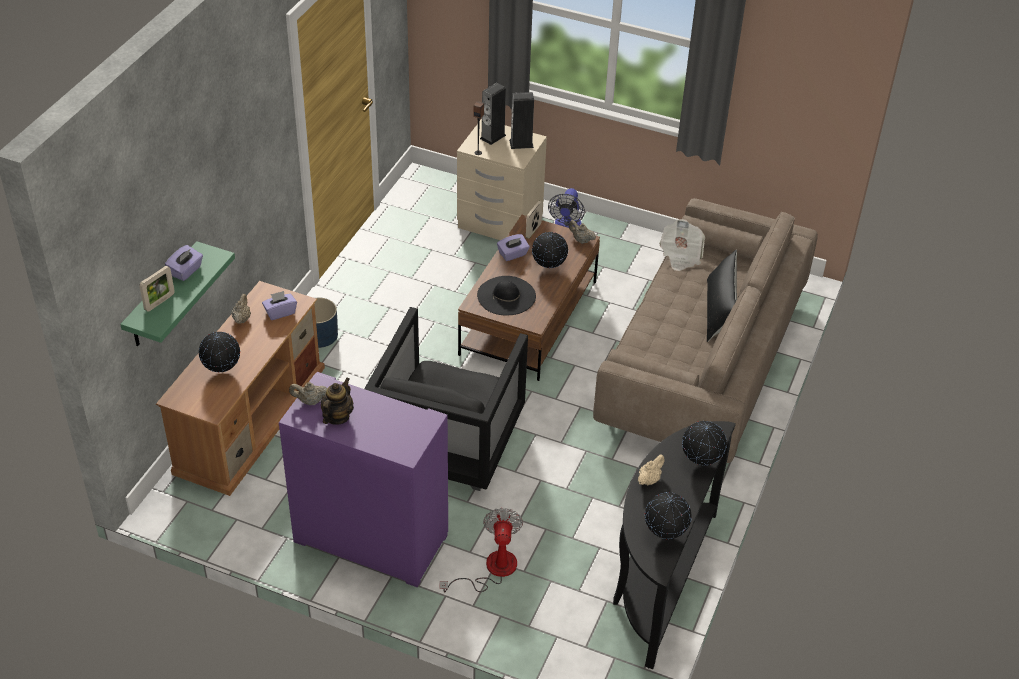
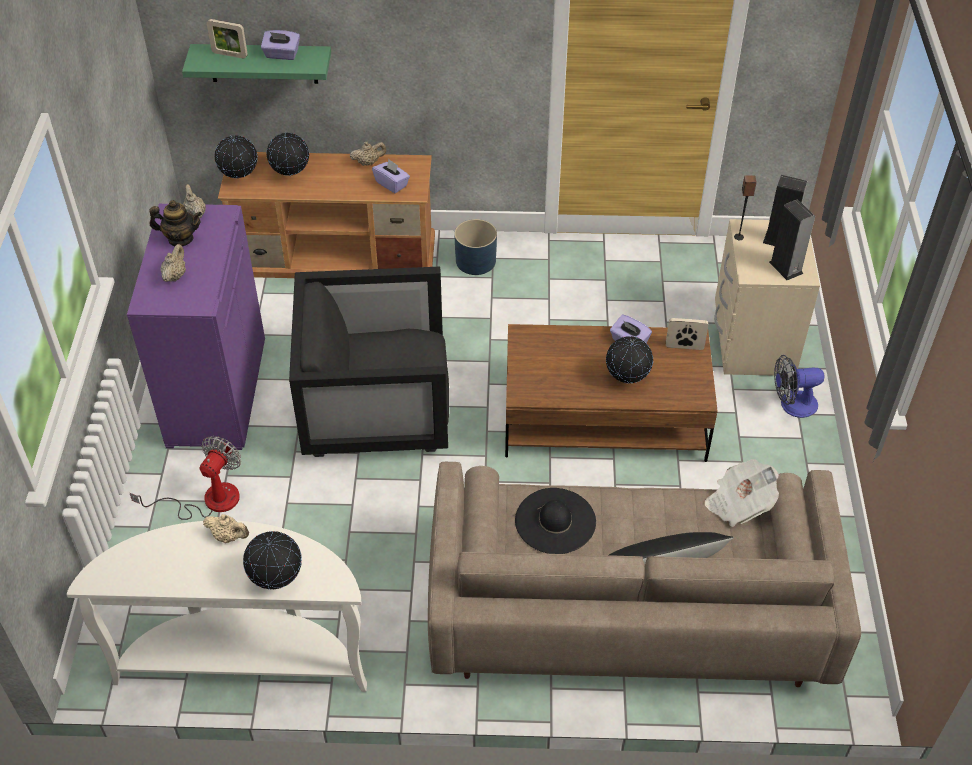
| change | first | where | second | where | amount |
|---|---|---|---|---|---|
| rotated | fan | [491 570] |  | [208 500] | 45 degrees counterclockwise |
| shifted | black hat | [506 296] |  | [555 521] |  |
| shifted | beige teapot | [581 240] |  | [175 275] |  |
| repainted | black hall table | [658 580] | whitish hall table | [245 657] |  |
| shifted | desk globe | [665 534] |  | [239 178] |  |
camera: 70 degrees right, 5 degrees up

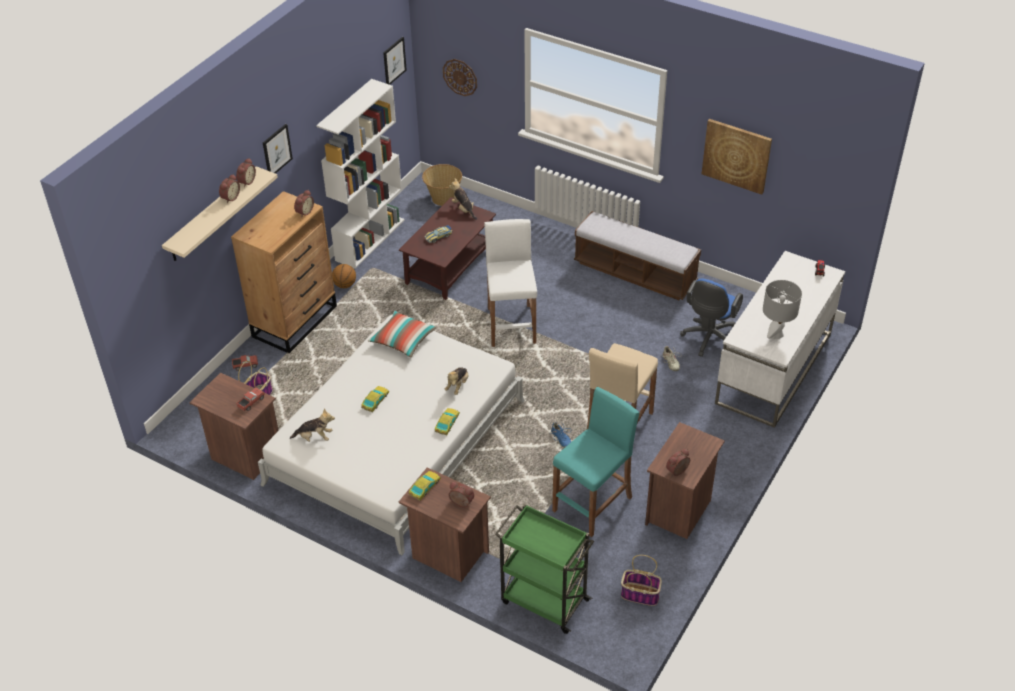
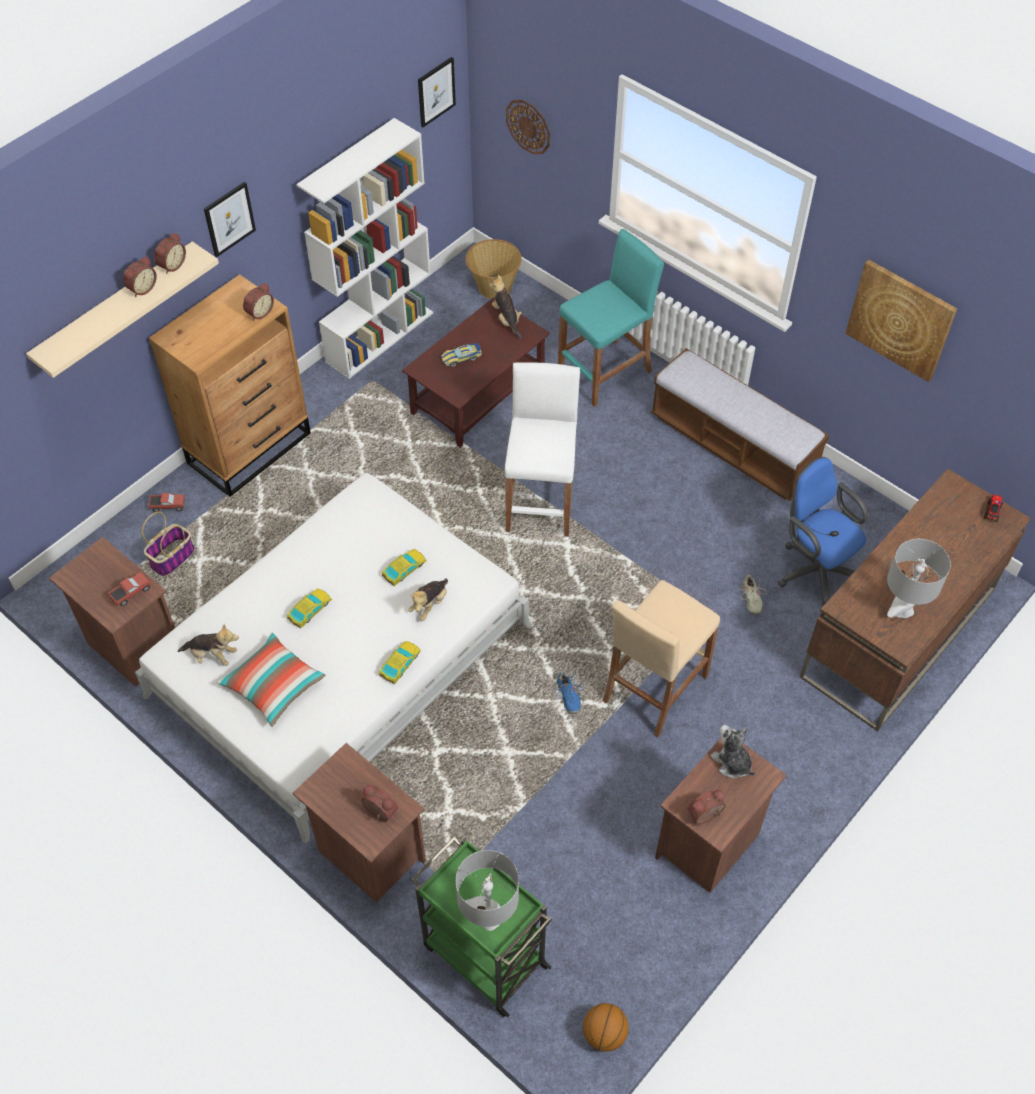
| change | first | where | second | where | amount |
|---|---|---|---|---|---|
| shifted | basketball ball | [345 285] |  | [604 1034] |  |
| shifted | cushion | [403 340] |  | [273 685] |  |
| shifted | model car | [424 487] |  | [404 569] |  |
| shifted | blue-green sitting stool | [593 504] |  | [605 372] |  |
| gone | basket | [640 594] |  |  |  |
| rotated | blue computer chair | [709 339] |  | [814 570] | 105 degrees clockwise |
| repainted | whitish desk | [773 369] | brown-coloured desk | [897 634] |  |
| new |  |  | greyish lamp for a table | [488 918] |  |
| new |  |  | plush toy | [732 762] |  |
camera: 10 degrees right, 10 degrees up

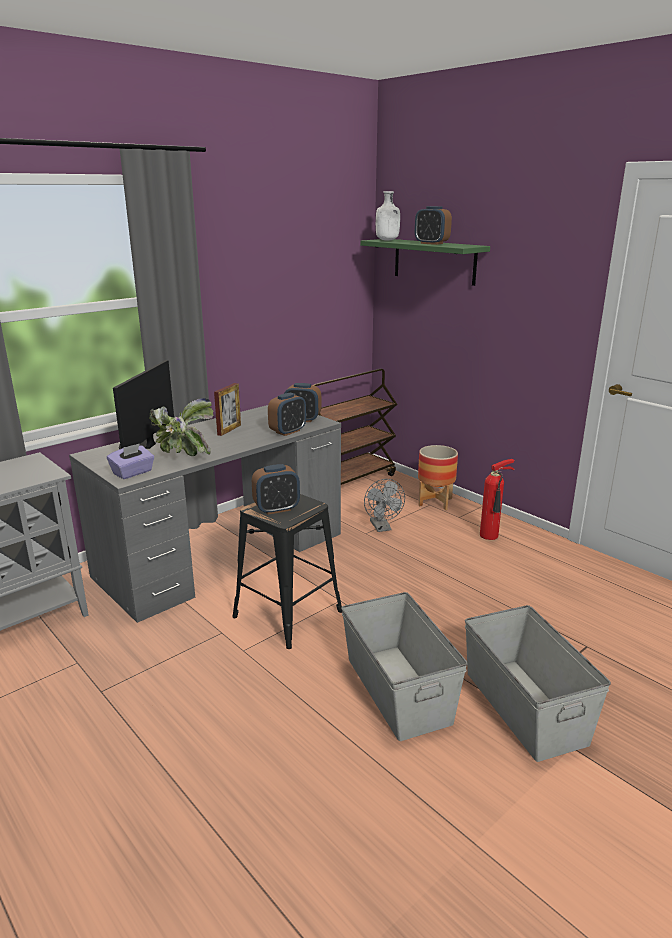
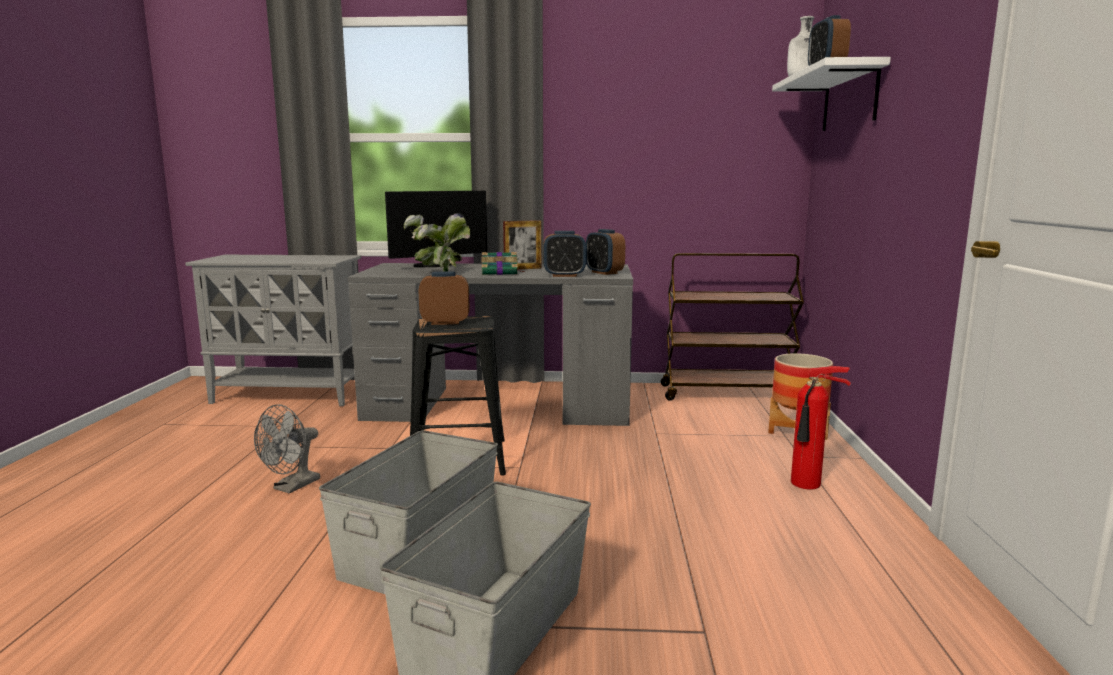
| change | first | where | second | where | amount |
|---|---|---|---|---|---|
| gone | purple box of tissues | [133 473] |  |  |  |
| rotated | table clock | [276 509] |  | [445 322] | 150 degrees clockwise |
| repainted | green wall shelf | [434 261] | whitish wall shelf | [849 99] |  |
| shifted | greyish fan | [382 528] |  | [292 487] |  |
| new |  |  | volume | [500 273] |  |
camera: 45 degrees right, 10 degrees down

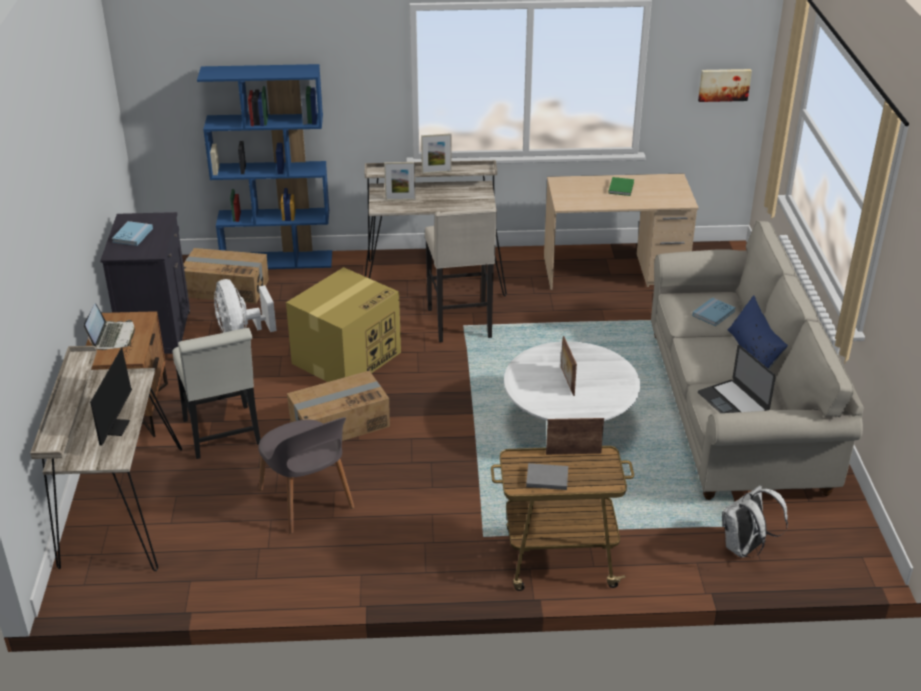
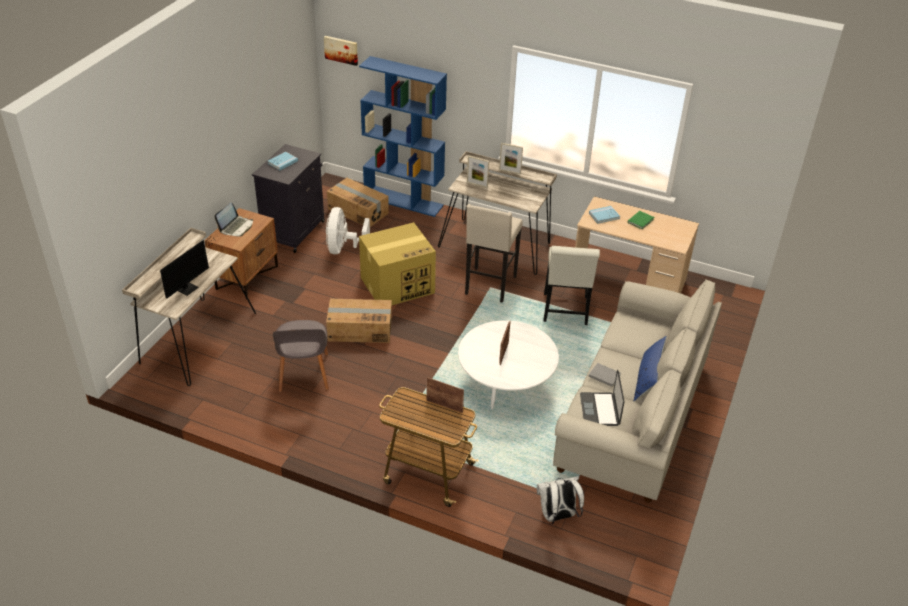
| change | first | where | second | where | amount |
|---|---|---|---|---|---|
| shifted | whitish upright chair | [223 436] |  | [565 312] |  |
| shifted | greyish volume | [546 478] |  | [604 375] |  |
| shifted | blue volume | [713 313] |  | [604 216] |  |
| shifted | wall picture | [724 84] |  | [341 50] |  |
camera: 25 degrees right, 5 degrees up

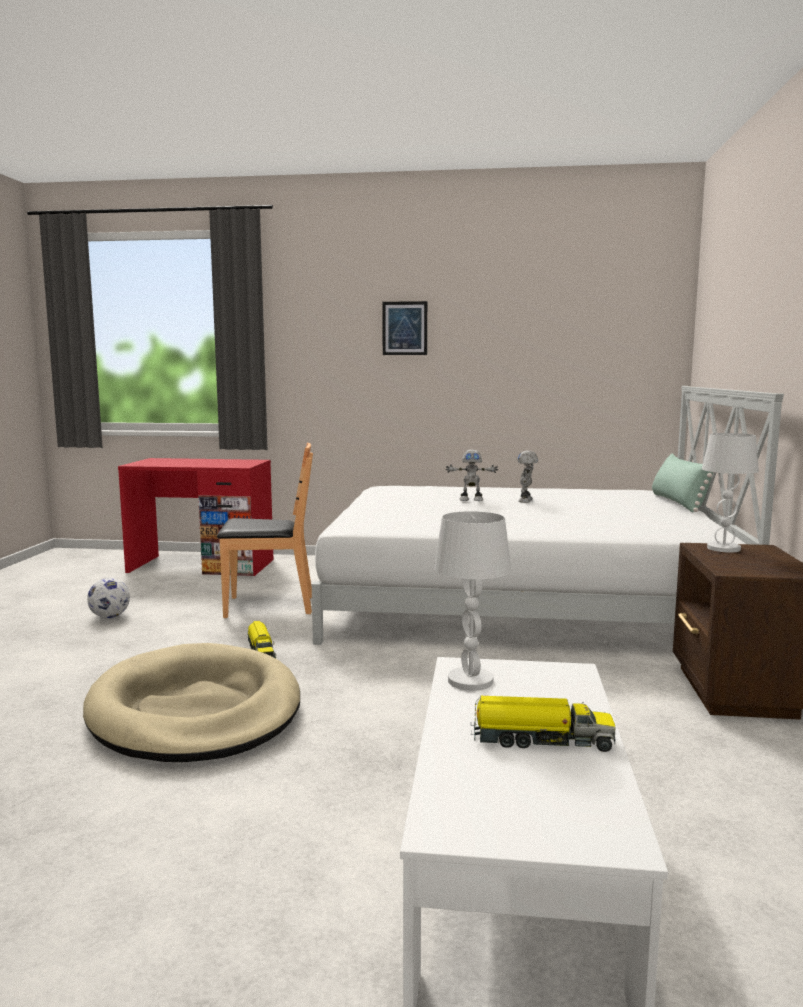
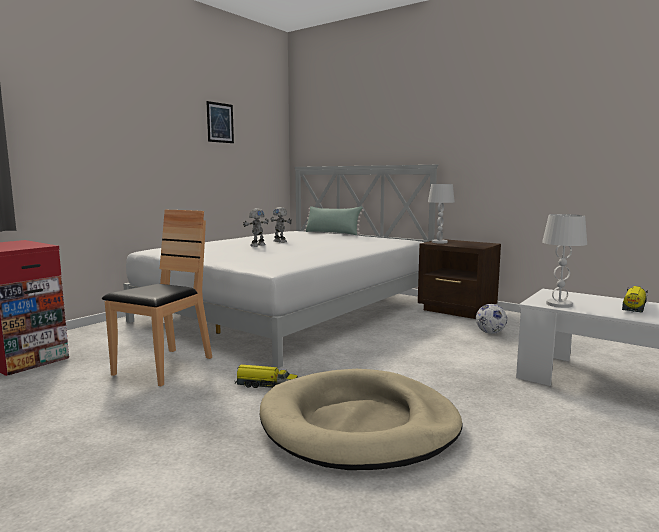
| change | first | where | second | where | amount |
|---|---|---|---|---|---|
| shifted | football ball | [110 617] |  | [490 333] |  |
| shifted | wall picture | [404 328] |  | [220 122] |  |
camera: 60 degrees left, 0 degrees up

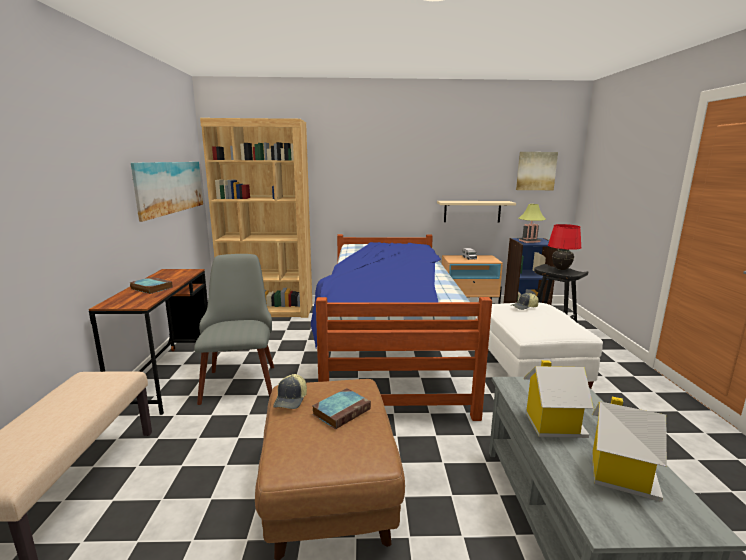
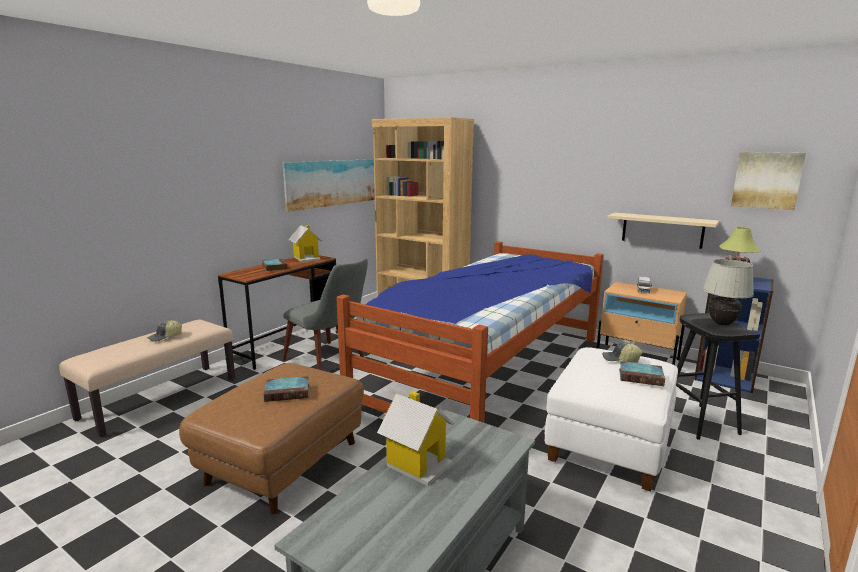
| change | first | where | second | where | amount |
|---|---|---|---|---|---|
| rotated | greyish upright chair | [241 378] |  | [331 360] | 105 degrees clockwise |
| shifted | baseball cap | [291 399] |  | [165 337] |  |
| repainted | red lamp for a table | [561 269] | whitish lamp for a table | [721 323] |  |
| shifted | miniature house | [620 475] |  | [307 258] |  |
| new |  |  | volume | [641 377] |  |
camera: 35 degrees right, 0 degrees up

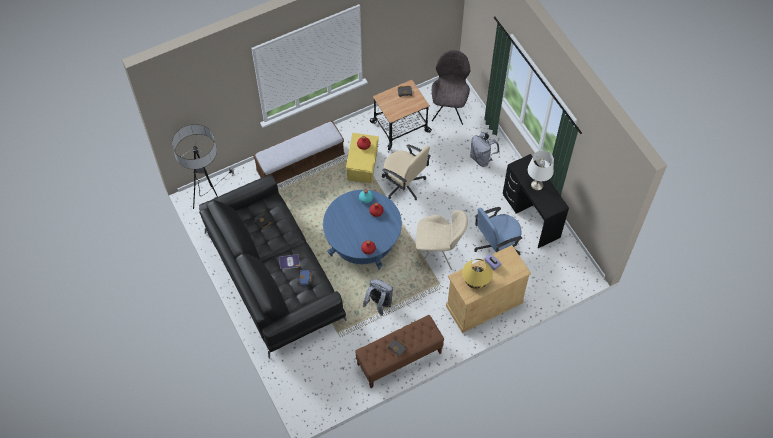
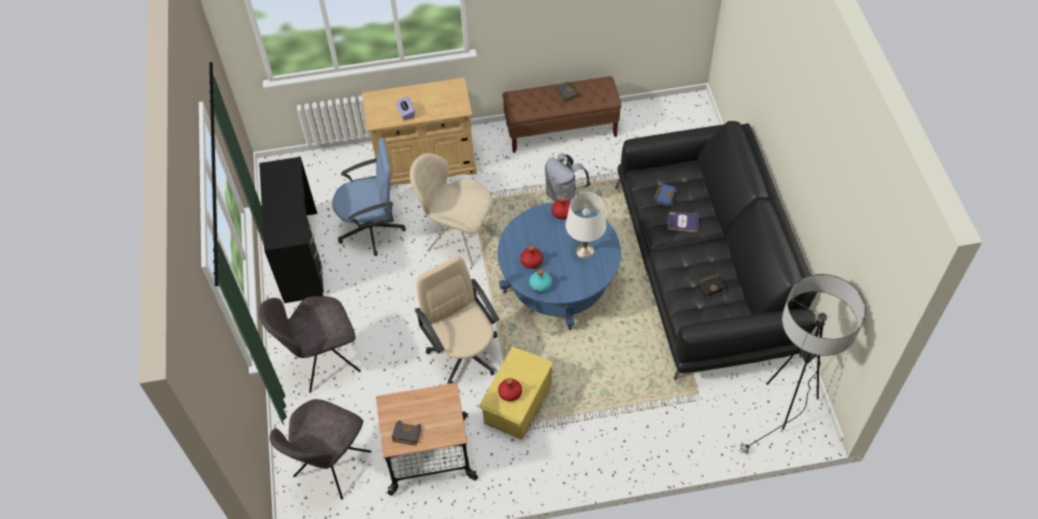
| change | first | where | second | where | amount |
|---|---|---|---|---|---|
| gone | indoor bench | [300 163] |  |  |  |
| gone | yellow lamp for a table | [476 280] |  |  |  |
| swapped | greyish backpack | [482 158] | greyish upright chair | [323 362] |  |
| shifted | whitish lamp for a table | [537 185] |  | [584 250] |  |
camera: 160 degrees left, 5 degrees down

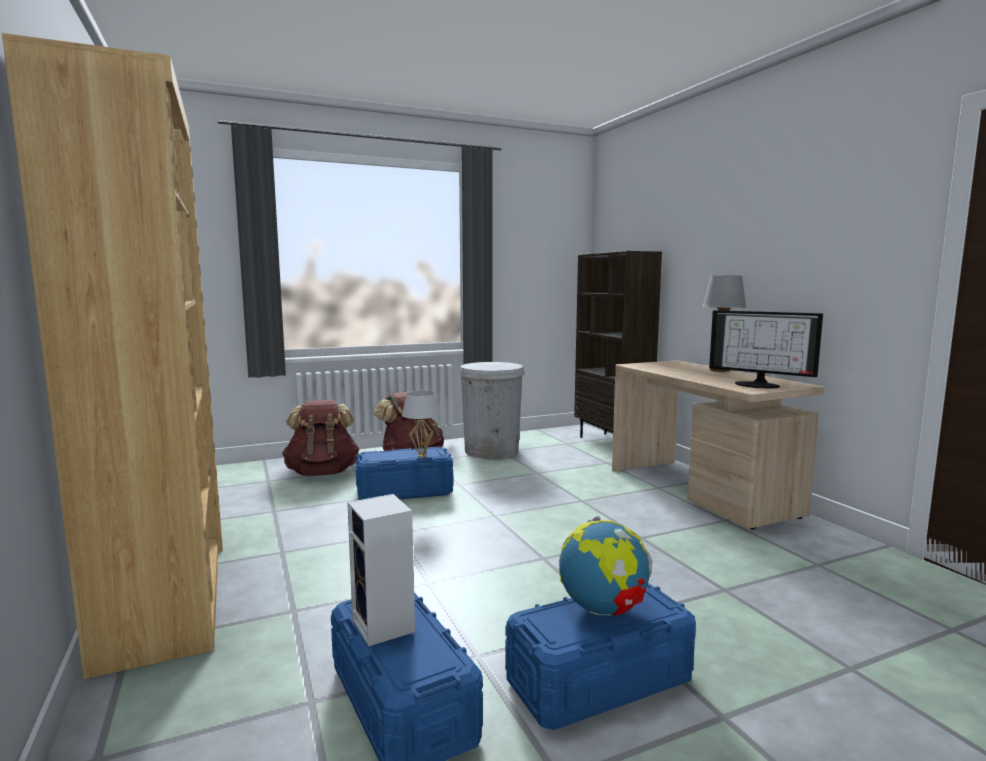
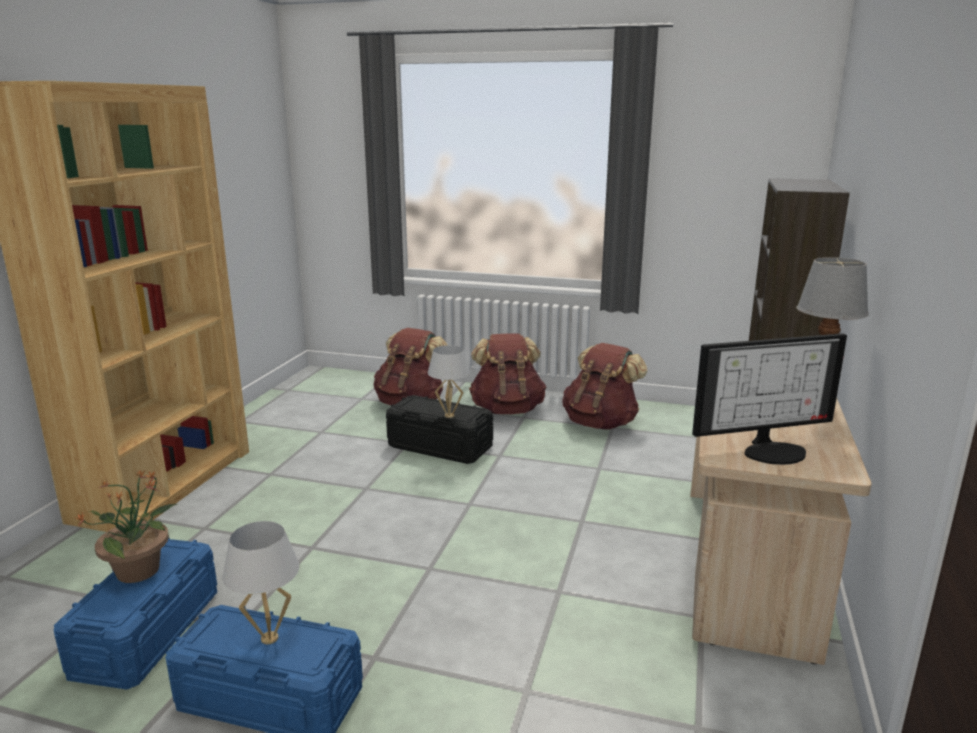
| change | first | where | second | where | amount |
|---|---|---|---|---|---|
| swapped | loudspeaker | [385 626] | plant in a pot | [139 570] |  |
| repainted | blue storage box | [404 491] | black storage box | [440 447] |  |
| swapped | whitish trash can | [491 451] | brown-coloured backpack | [600 423] |  |
| swapped | desk globe | [603 610] | whitish lamp for a table | [269 638] |  |
| rotated | computer screen | [758 384] |  | [772 450] | 90 degrees counterclockwise |
camera: 40 degrees right, 10 degrees up

